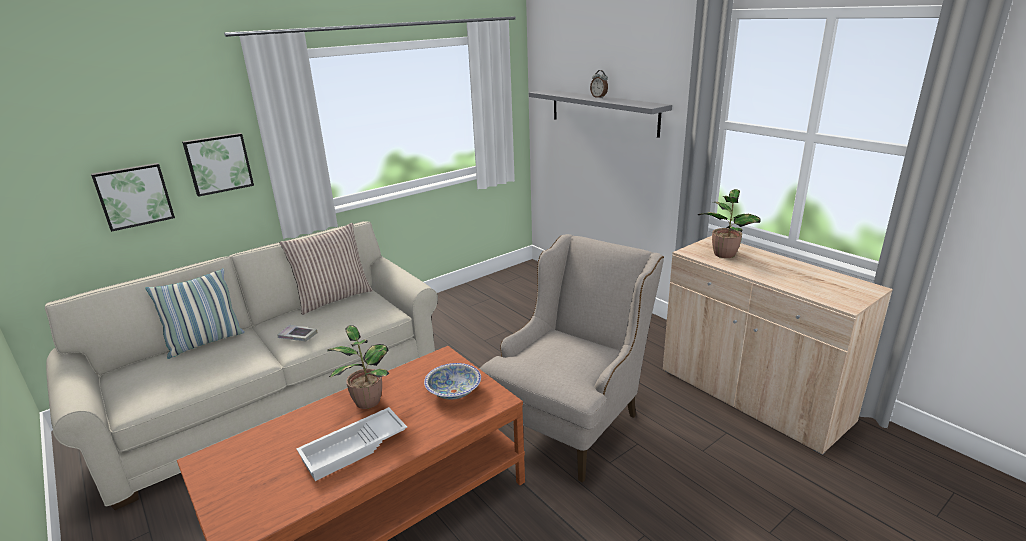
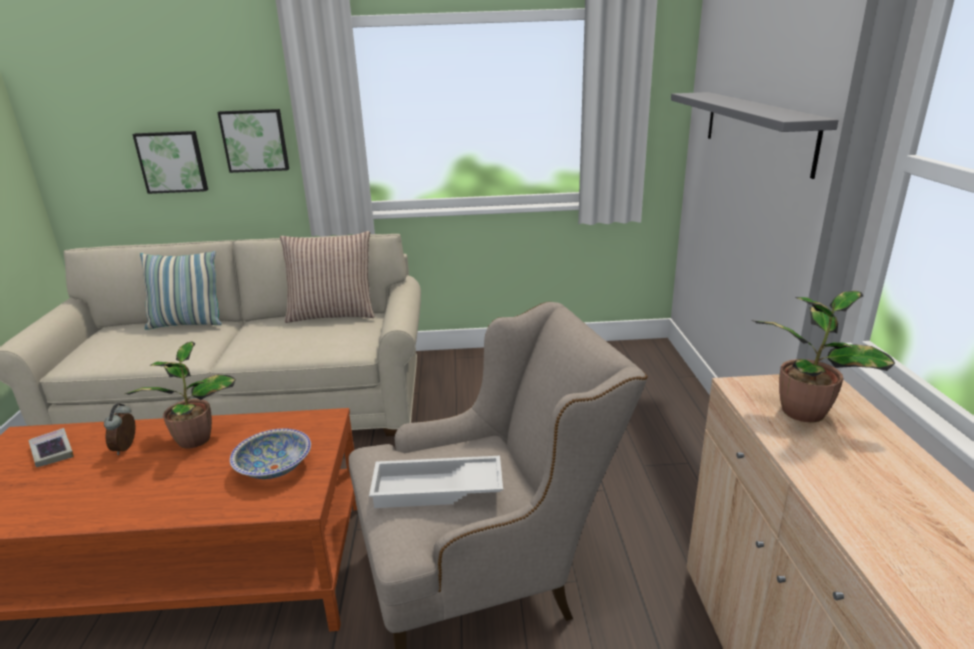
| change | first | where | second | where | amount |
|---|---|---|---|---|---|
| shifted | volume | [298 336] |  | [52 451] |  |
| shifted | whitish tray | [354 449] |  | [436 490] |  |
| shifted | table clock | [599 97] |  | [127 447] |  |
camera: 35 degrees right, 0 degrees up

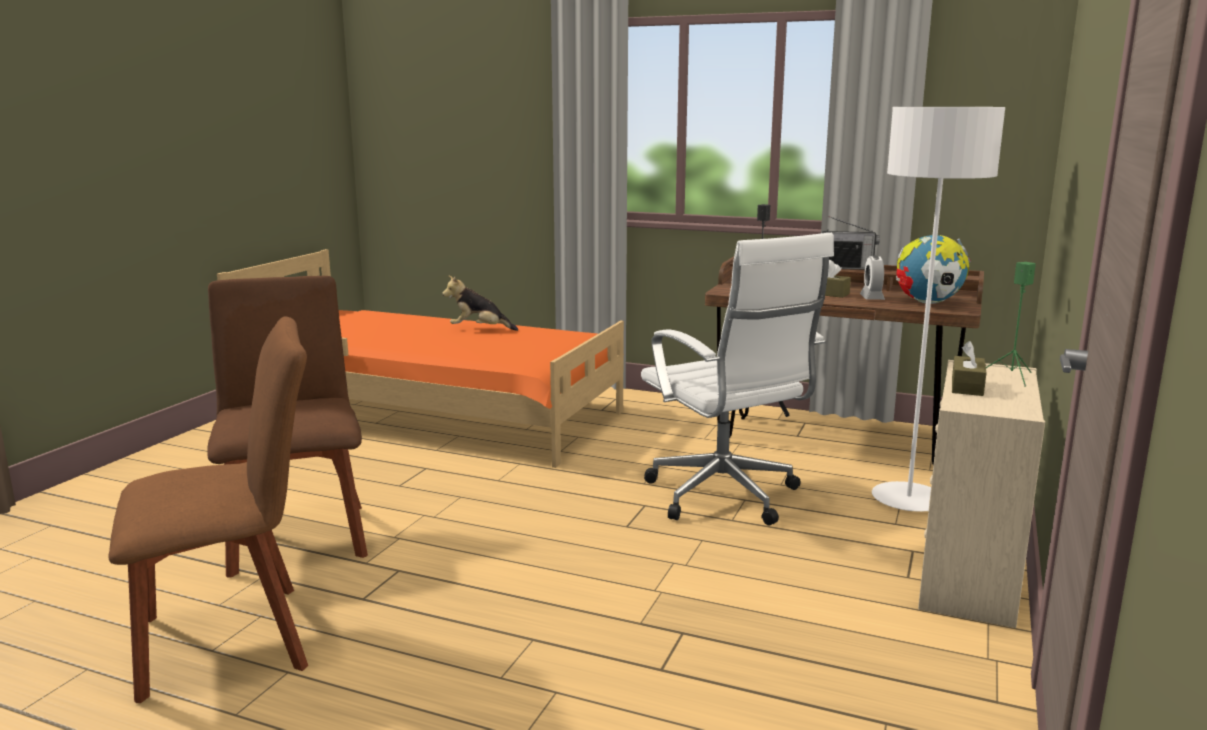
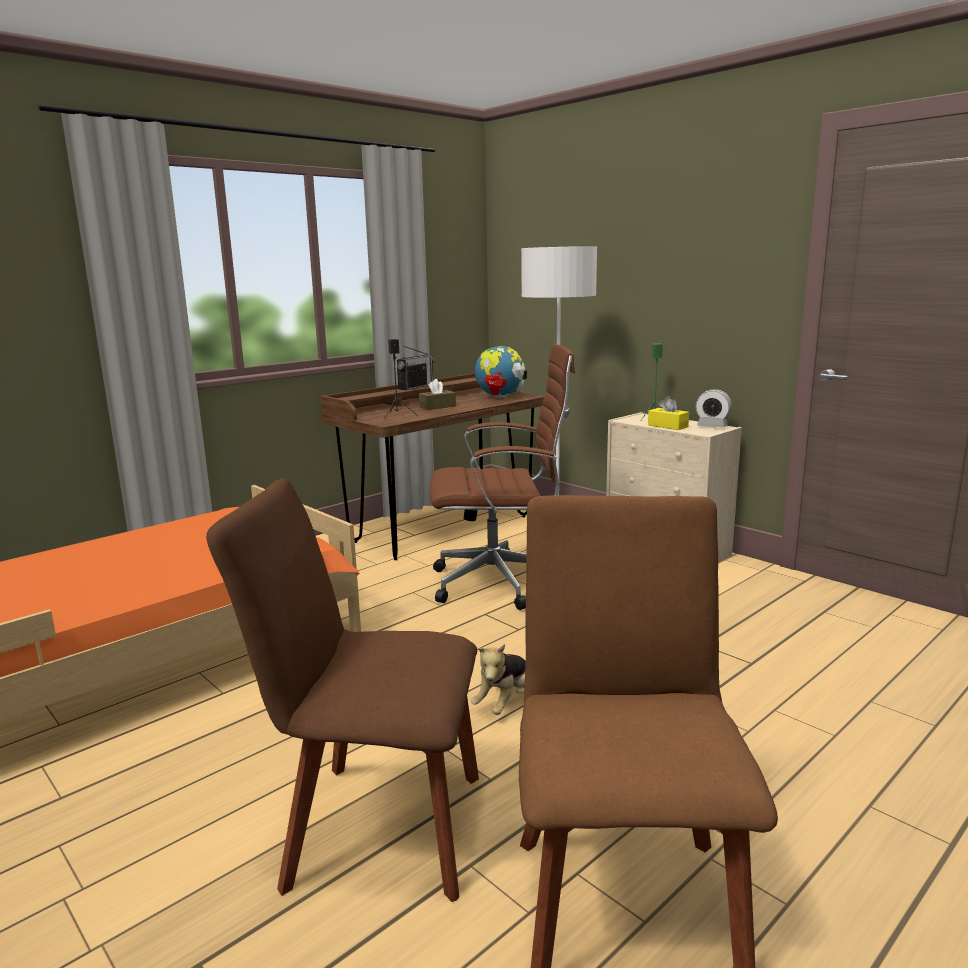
| change | first | where | second | where | amount |
|---|---|---|---|---|---|
| shifted | plush toy | [479 330] |  | [506 702] |  |
| repainted | whitish computer chair | [726 498] | brown-coloured computer chair | [501 583] |  |
| shifted | table clock | [872 297] |  | [712 426] |  |
| repainted | brown-coloured box of tissues | [967 386] | yellow box of tissues | [667 426] |  |
camera: 65 degrees left, 0 degrees up

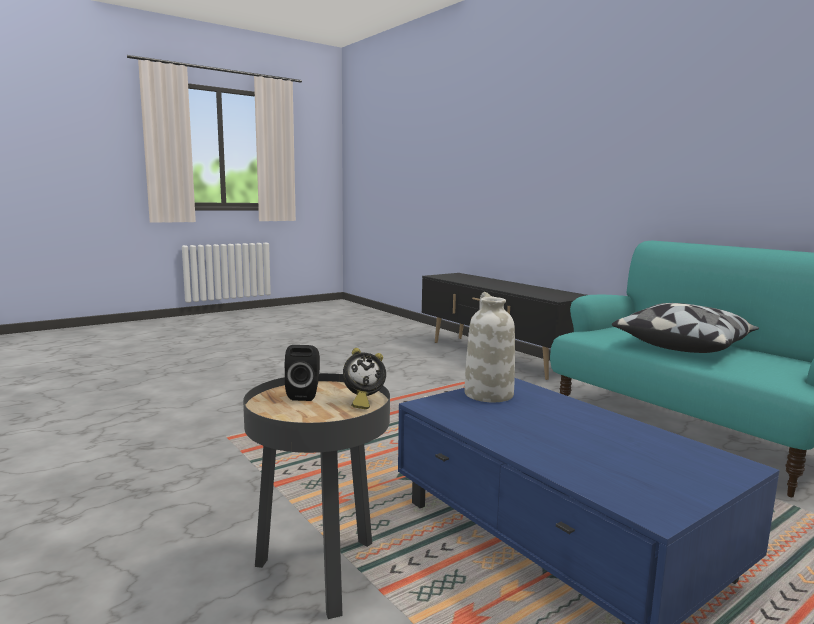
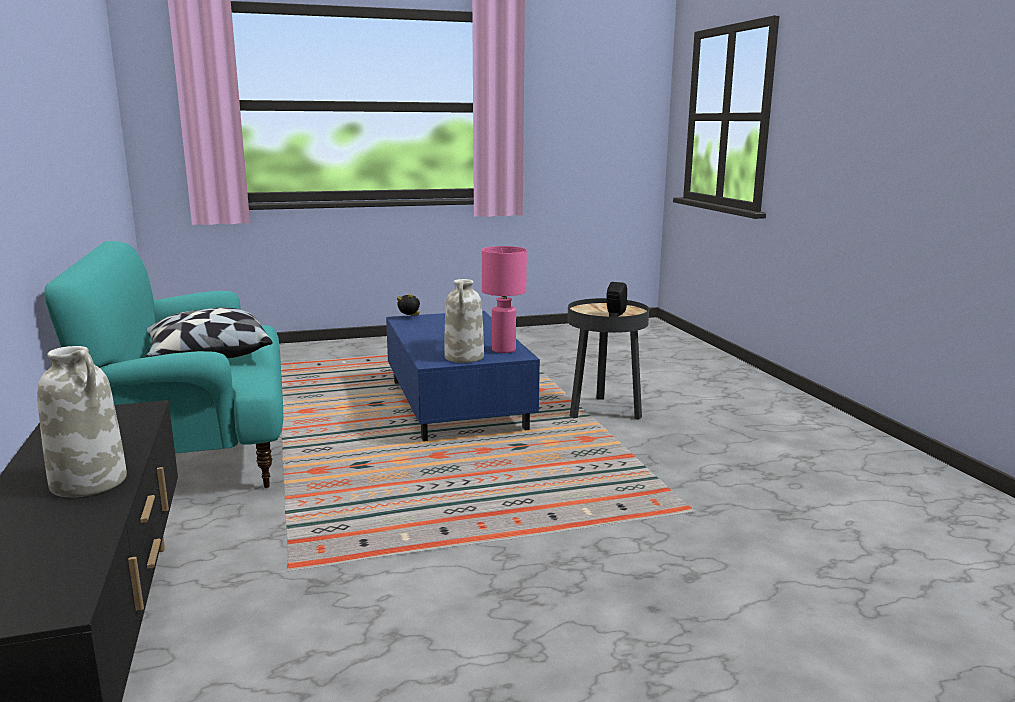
| change | first | where | second | where | amount |
|---|---|---|---|---|---|
| shifted | table clock | [362 401] |  | [410 318] |  |
| new |  |  | whitish decorative vase | [90 482] |  |
| new |  |  | pinkish lamp for a table | [504 350] |  |
camera: 160 degrees left, 5 degrees up

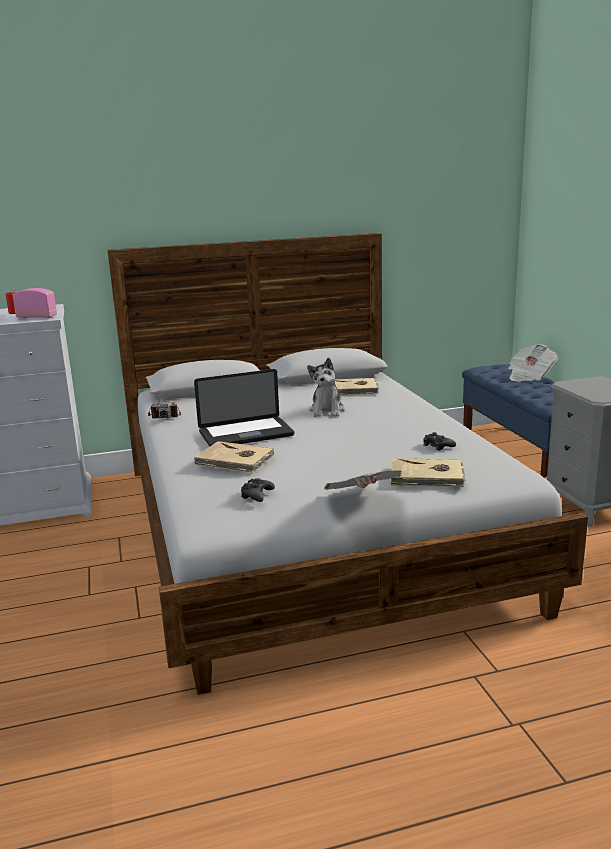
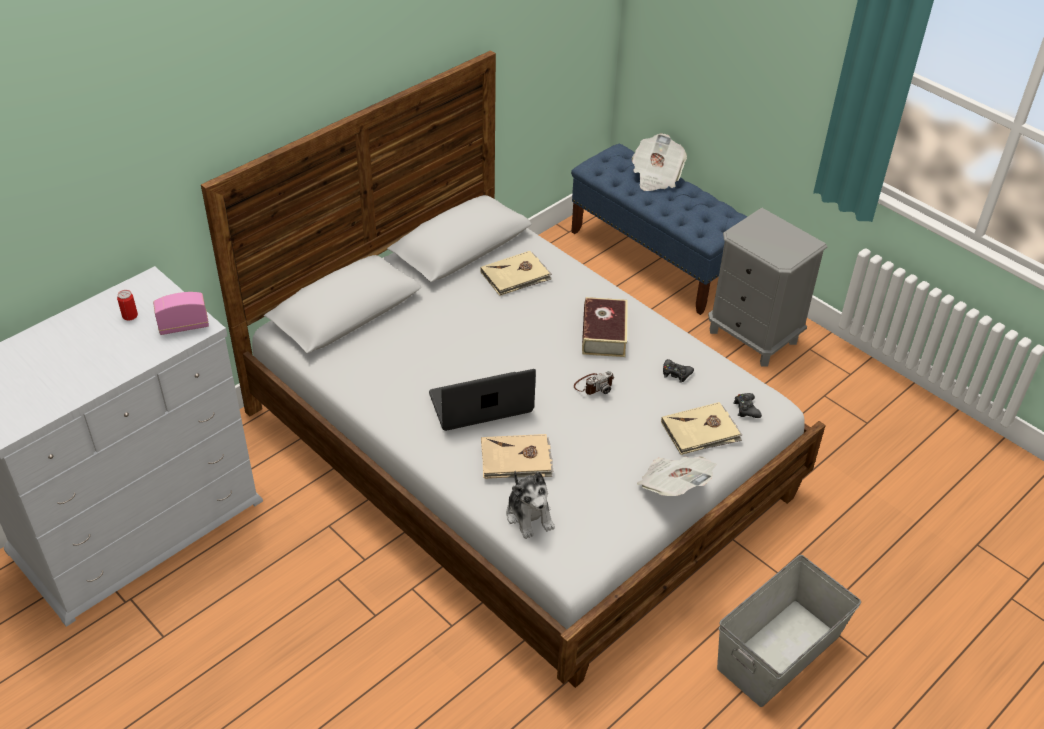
| change | first | where | second | where | amount |
|---|---|---|---|---|---|
| shifted | still camera | [164 416] |  | [594 385] |  |
| rotated | notebook computer | [246 434] |  | [481 403] | 150 degrees counterclockwise |
| shifted | black joypad | [257 495] |  | [746 409] |  |
| shifted | plush toy | [327 411] |  | [529 515] |  |
| new |  |  | volume | [604 334] |  |
| new |  |  | greyish storage box | [780 652] |  |
camera: 30 degrees left, 25 degrees up

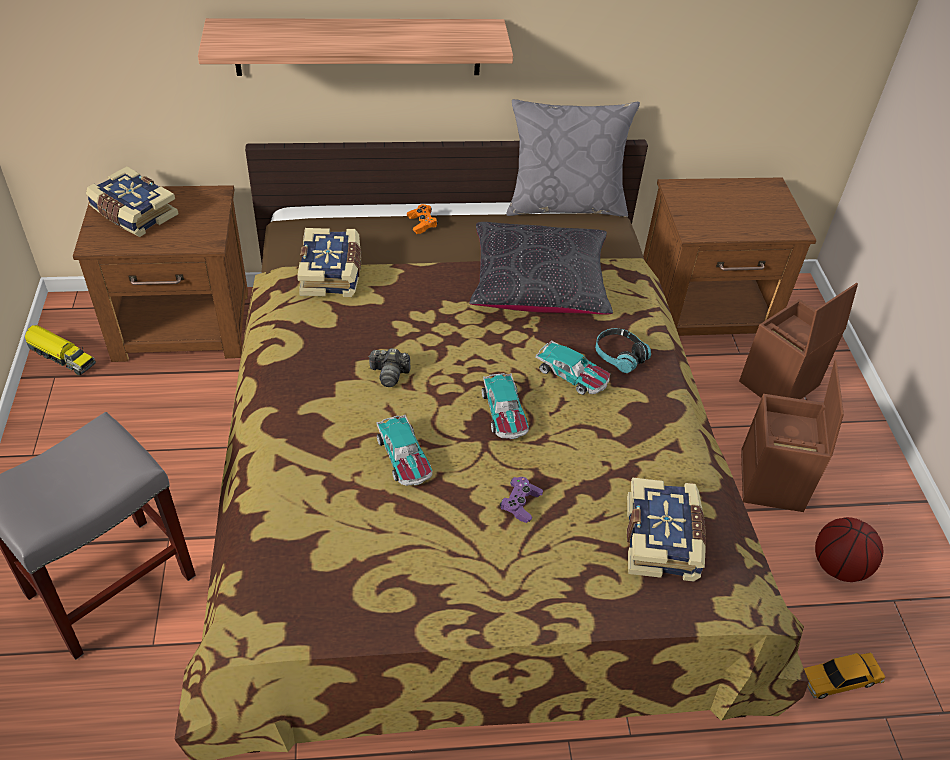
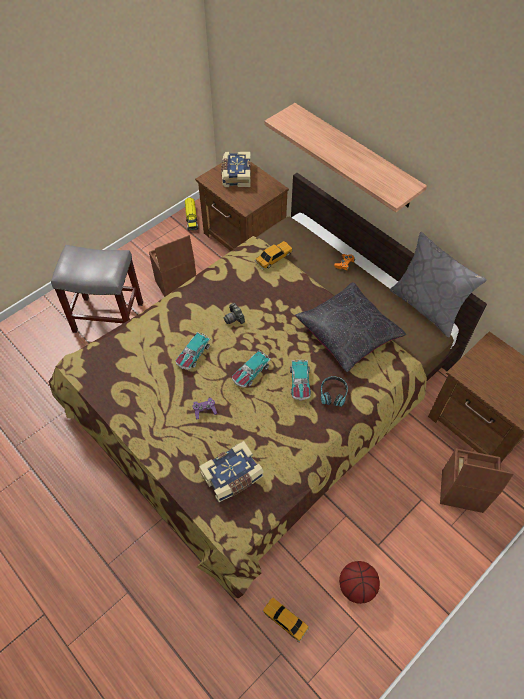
| change | first | where | second | where | amount |
|---|---|---|---|---|---|
| swapped | volume | [332 273] | model car | [274 258] |  |
| shifted | brown-coloured storage box | [772 482] |  | [176 285] |  |
camera: 55 degrees right, 10 degrees up

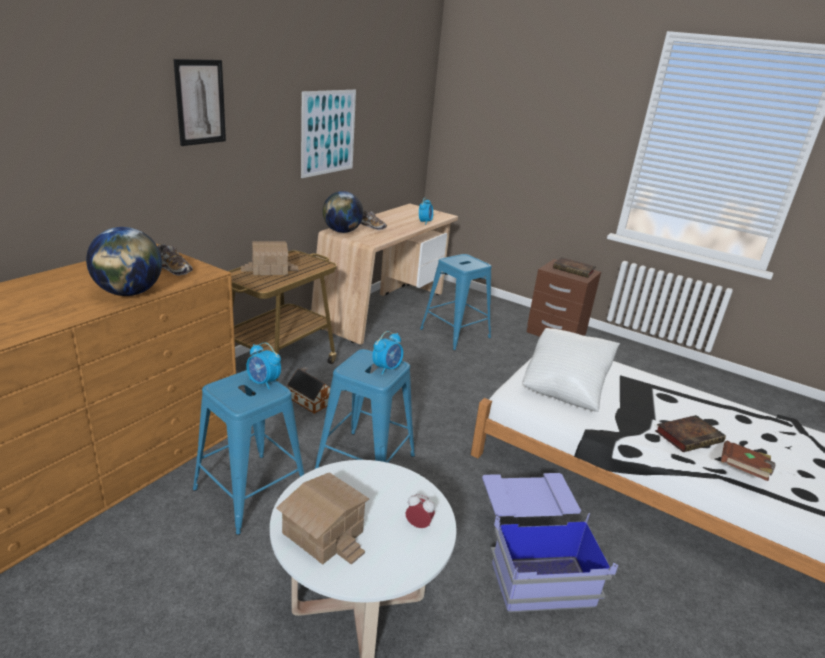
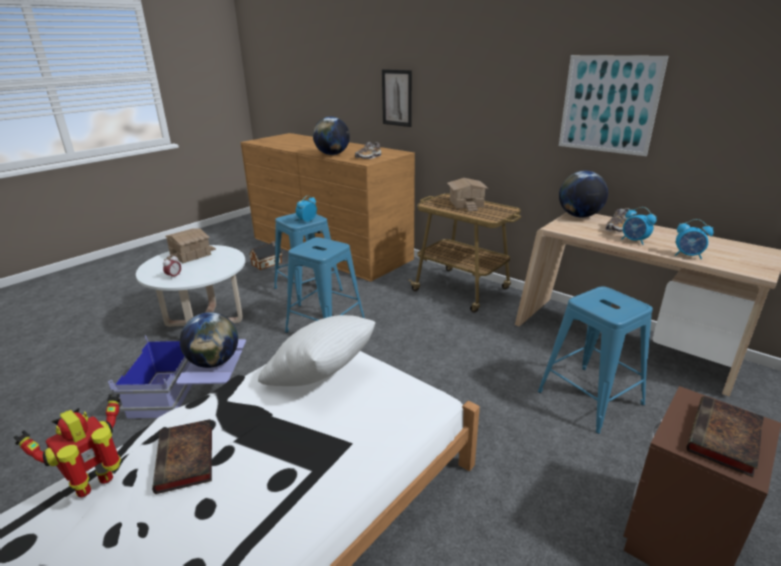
| change | first | where | second | where | amount |
|---|---|---|---|---|---|
| shifted | wall picture | [200 102] |  | [397 98] |  |
| shifted | miniature house | [309 400] |  | [268 263] |  |
| shifted | table clock | [387 368] |  | [634 241] |  |
| swapped | brown-coloured volume | [743 471] | robot figure | [97 485] |  |
| new |  |  | desk globe | [214 362] |  |
camera: 100 degrees right, 0 degrees up

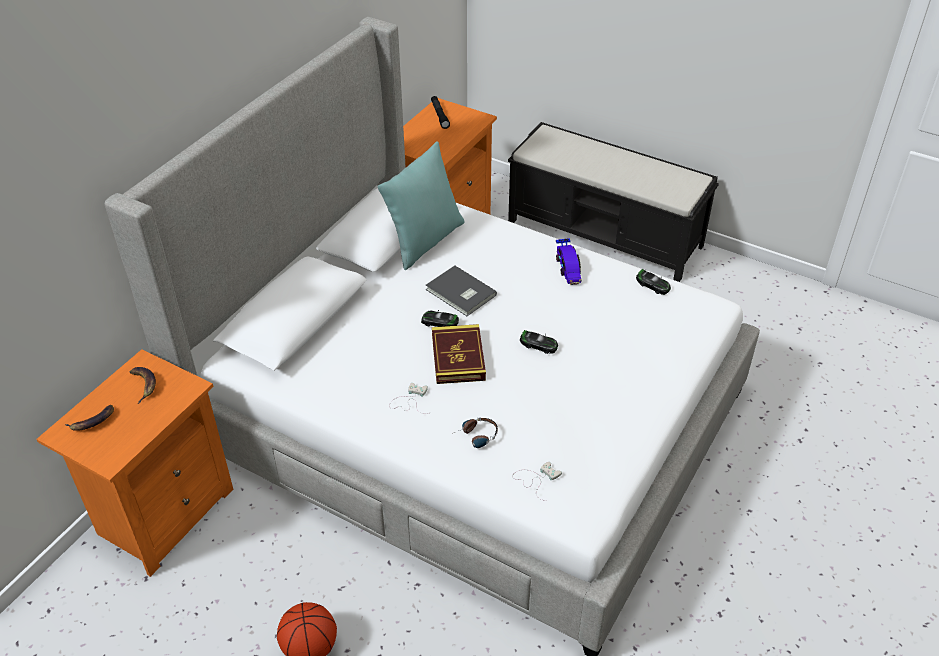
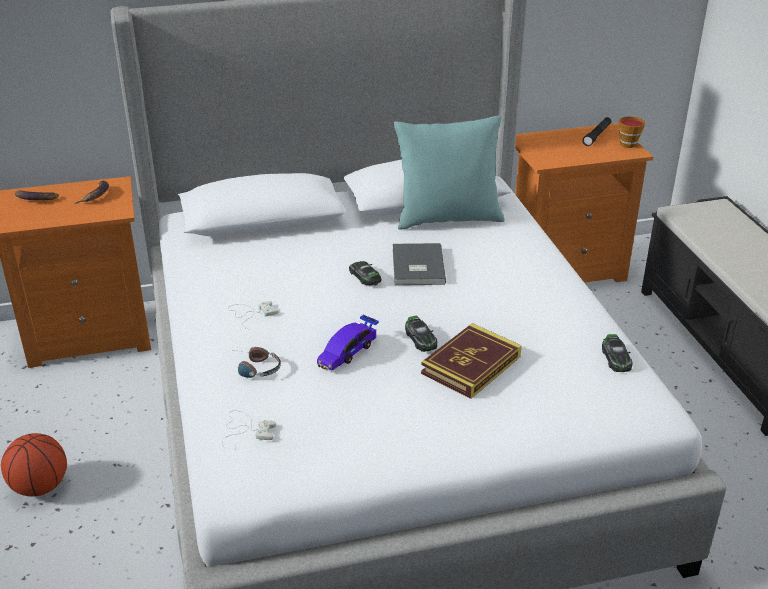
| change | first | where | second | where | amount |
|---|---|---|---|---|---|
| shifted | volume | [458 357] |  | [471 365] |  |
| shifted | model car | [568 268] |  | [347 352] |  |
| new |  |  | drinking cup | [629 143] |  |
camera: 45 degrees right, 10 degrees down

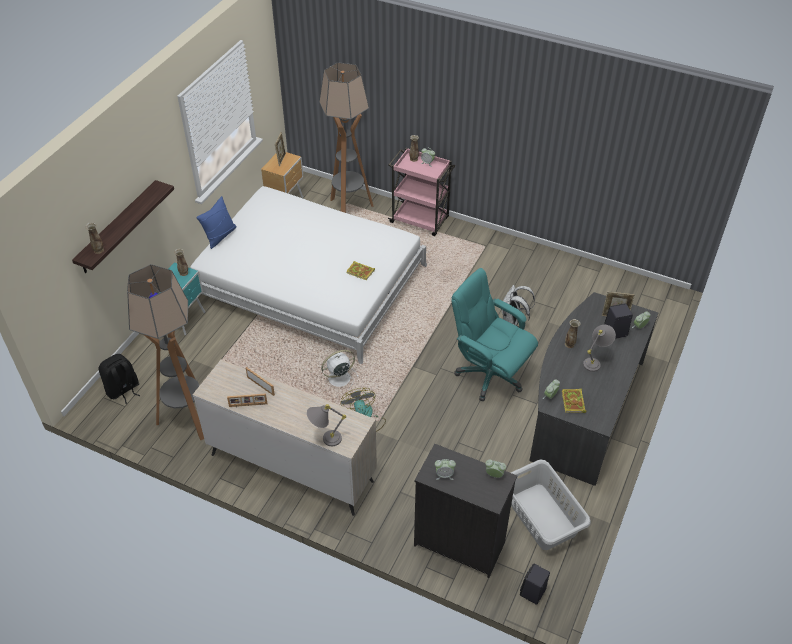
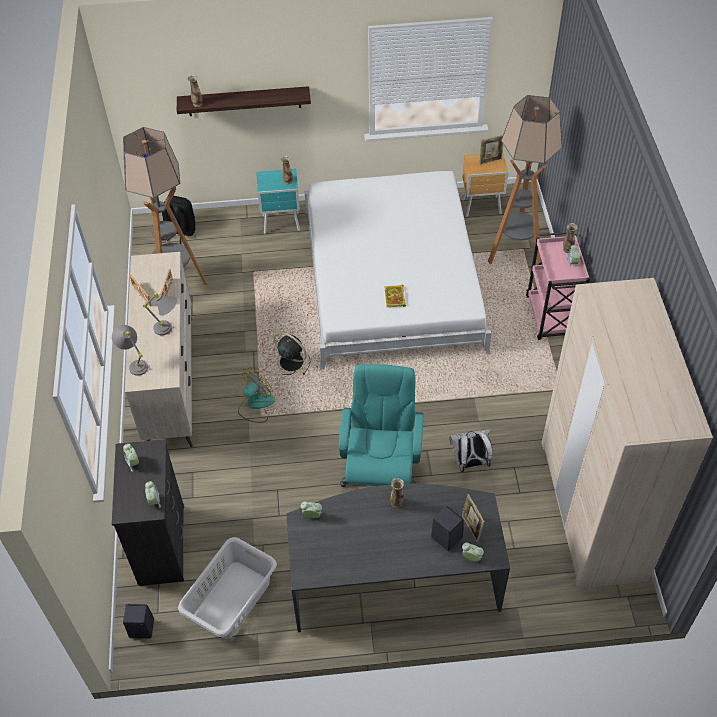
| change | first | where | second | where | amount |
|---|---|---|---|---|---|
| gone | blue cushion | [220 236] |  |  |  |
| repainted | whitish fan | [338 379] | black fan | [290 361] |  |
| gone | volume | [573 402] |  |  |  |
| shifted | greyish lamp for a table | [595 361] |  | [169 329] |  |
| new |  |  | beige clothes cupboard | [592 508] |  |
camera: 60 degrees right, 5 degrees up

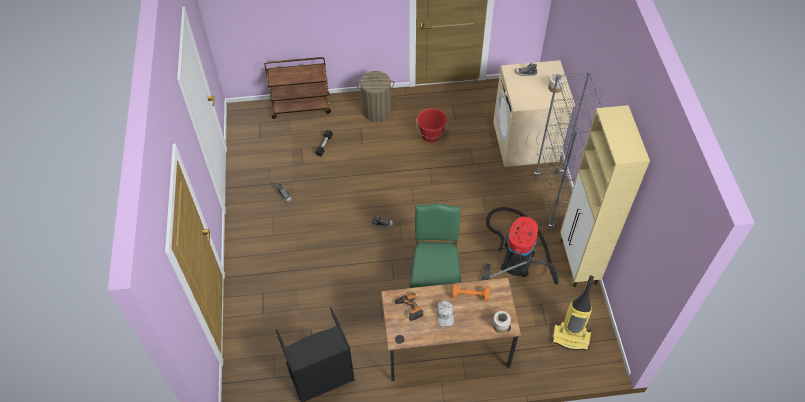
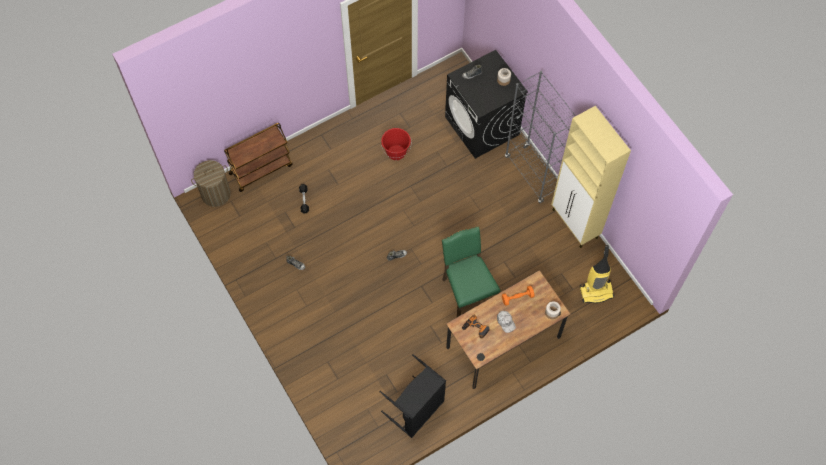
| change | first | where | second | where | amount |
|---|---|---|---|---|---|
| shifted | hamper | [376 111] |  | [216 194] |  |
| gone | vacuum cleaner | [517 257] |  |  |  |
| repainted | beige laundry appliance | [525 142] | black laundry appliance | [482 126] |  |
camera: 25 degrees left, 10 degrees up

